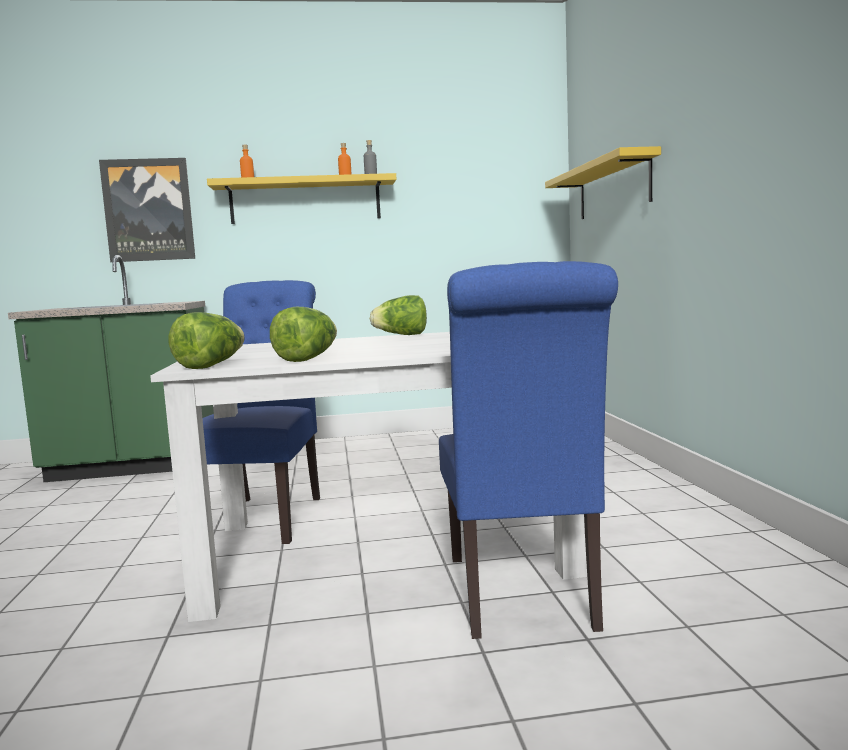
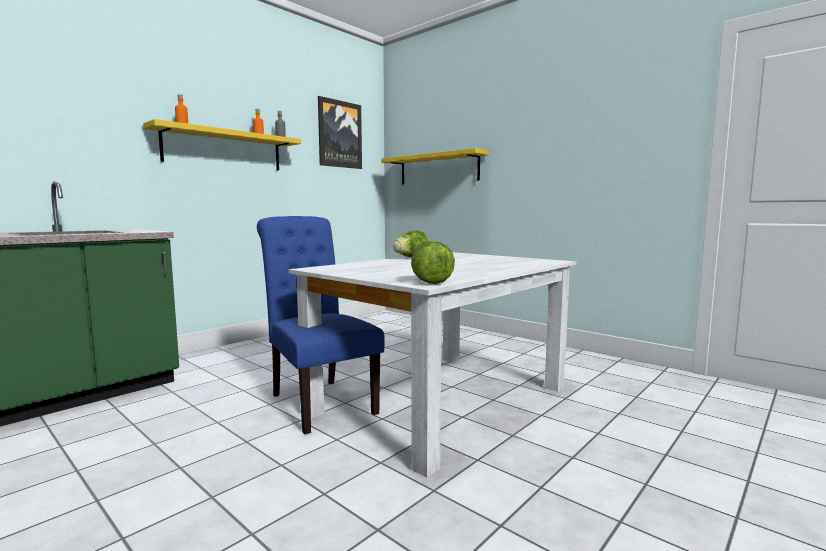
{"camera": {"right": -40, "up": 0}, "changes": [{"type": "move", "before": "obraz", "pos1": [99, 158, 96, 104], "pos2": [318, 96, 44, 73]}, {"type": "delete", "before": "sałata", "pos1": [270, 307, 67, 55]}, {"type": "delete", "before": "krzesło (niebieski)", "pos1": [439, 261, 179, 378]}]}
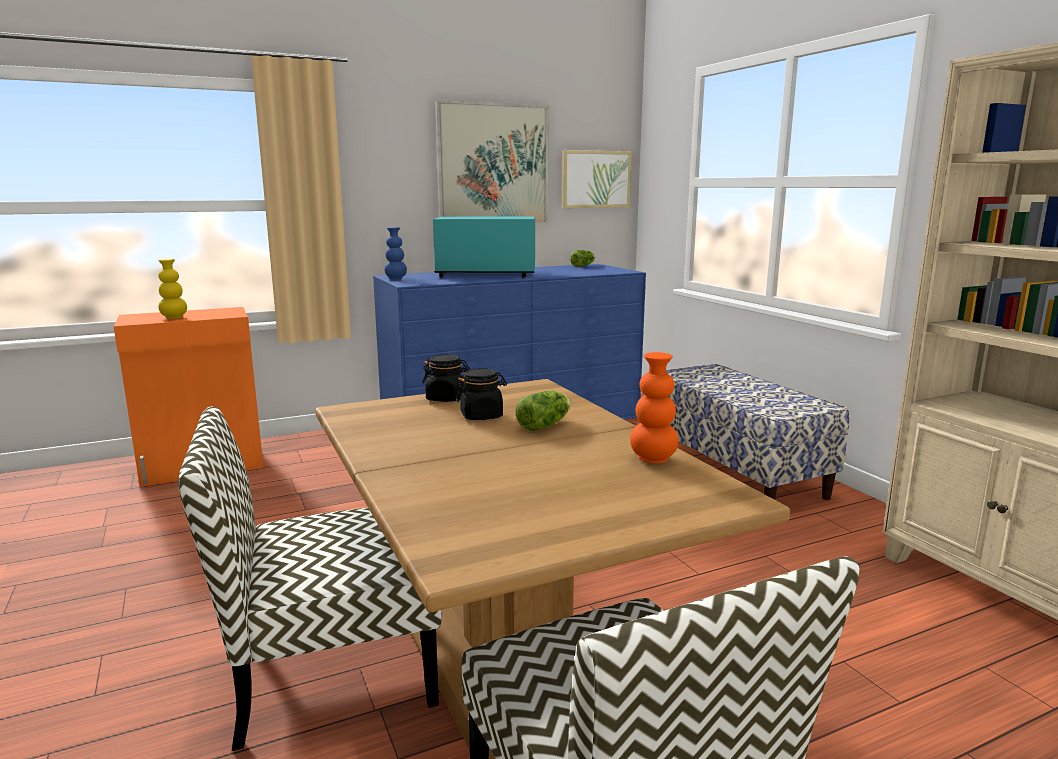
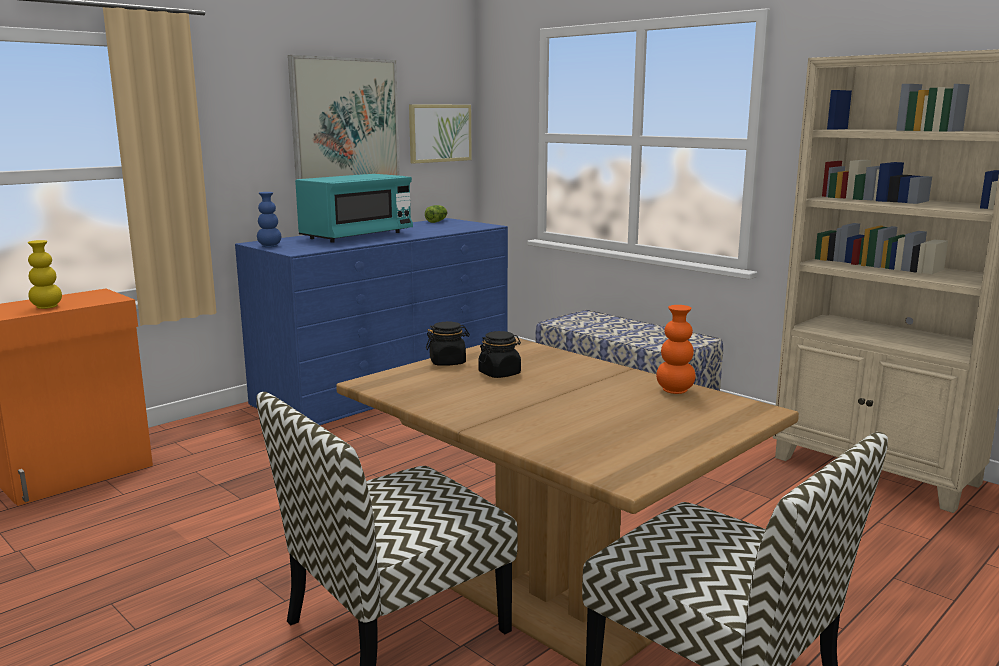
{"camera": {"right": -20, "up": 0}, "changes": [{"type": "rotate", "before": "mikrofalówka (turkusowy)", "pos1": [433, 217, 102, 60], "pos2": [295, 174, 118, 69], "turn": 150}, {"type": "delete", "before": "sałata", "pos1": [516, 391, 55, 40]}]}
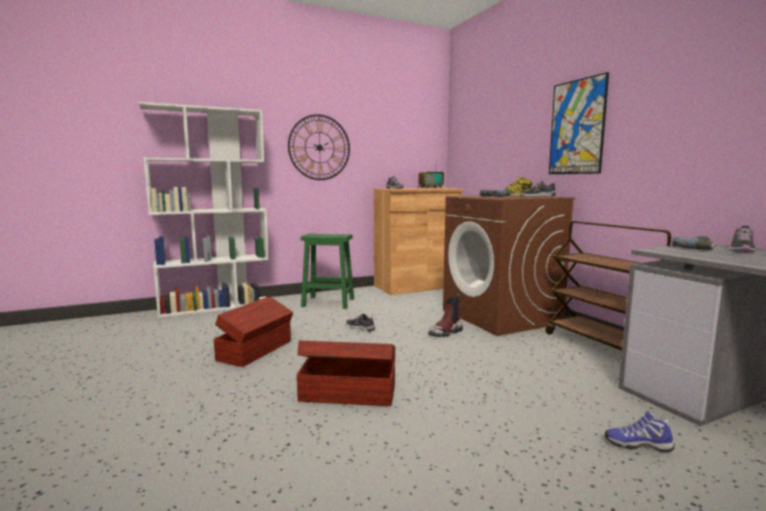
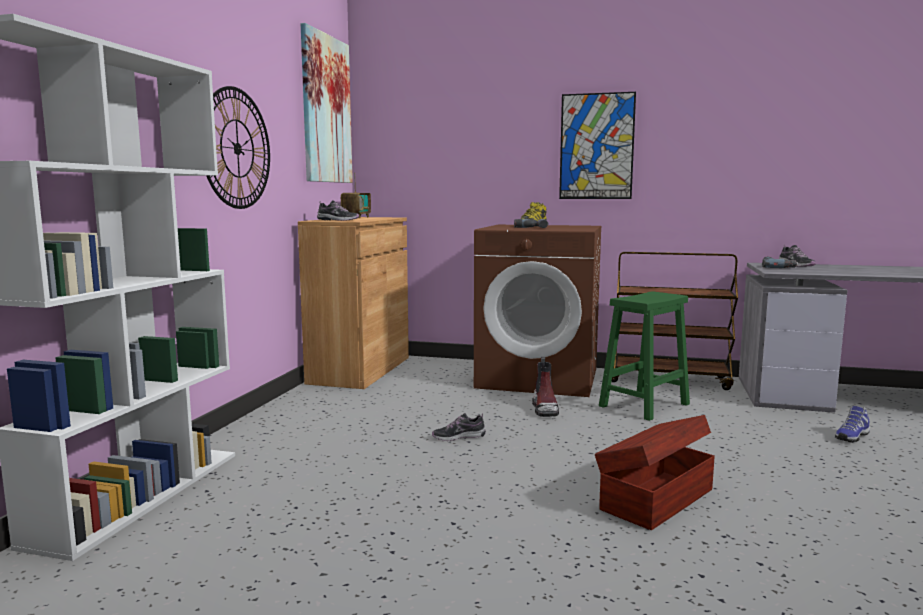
{"camera": {"right": -50, "up": 0}, "changes": [{"type": "delete", "before": "pojemnik do przechowywania (brązowy)", "pos1": [214, 296, 79, 71]}, {"type": "move", "before": "stołek (zielony)", "pos1": [301, 233, 53, 76], "pos2": [599, 291, 91, 130]}, {"type": "delete", "before": "but", "pos1": [519, 181, 37, 16]}, {"type": "insert", "after": "obraz", "pos2": [300, 23, 53, 160]}]}
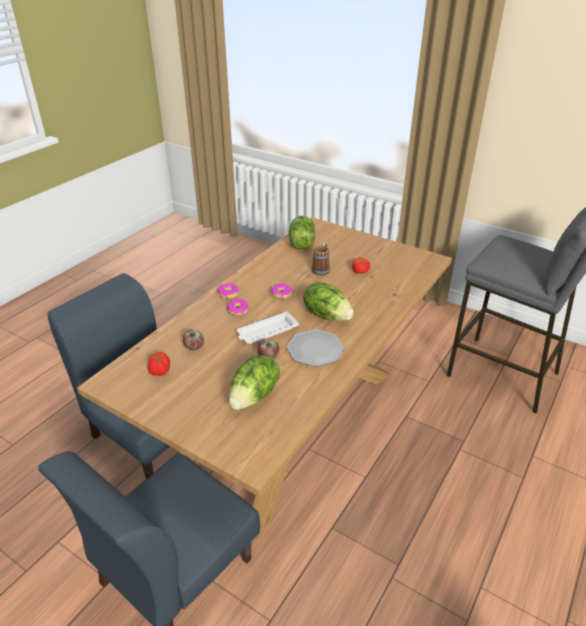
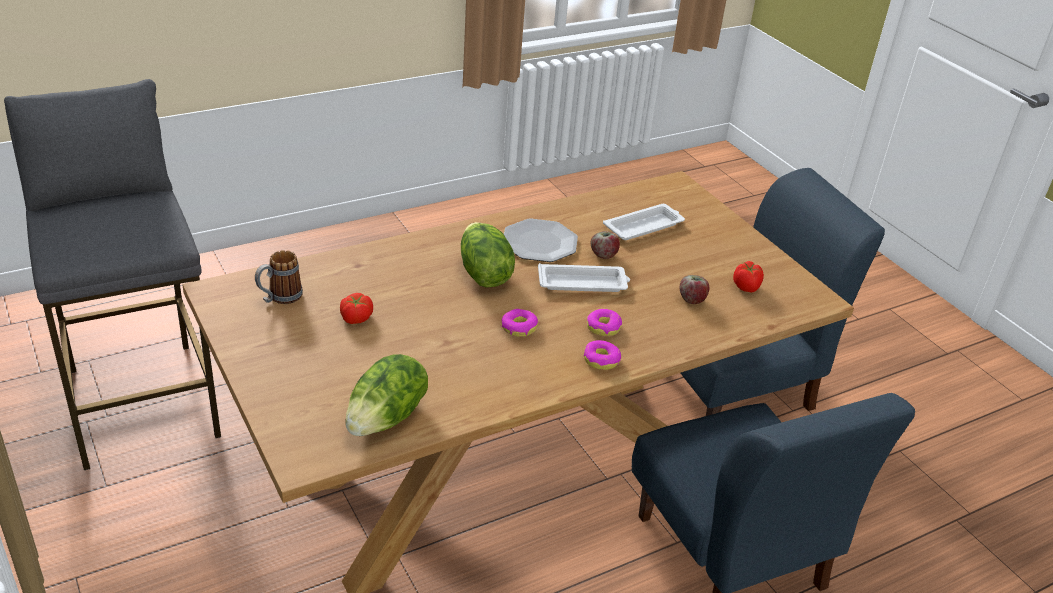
{"camera": {"right": -155, "up": 0}, "changes": [{"type": "replace", "before": "sałata", "after": "taca (biały)", "pos1": [229, 355, 51, 55], "pos2": [603, 204, 82, 36]}, {"type": "move", "before": "kubek", "pos1": [312, 243, 18, 33], "pos2": [255, 250, 48, 54]}]}
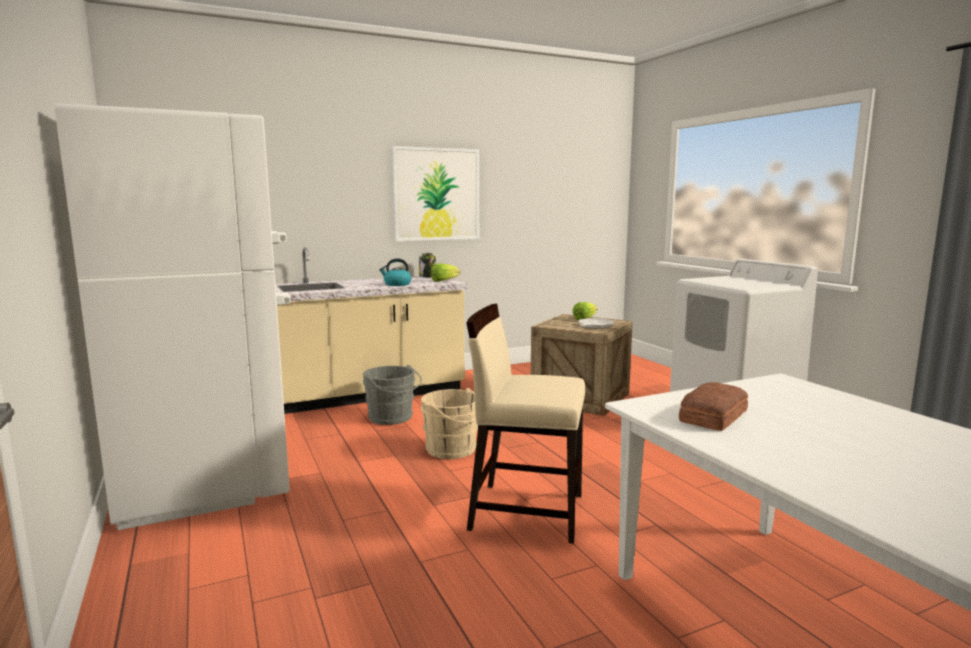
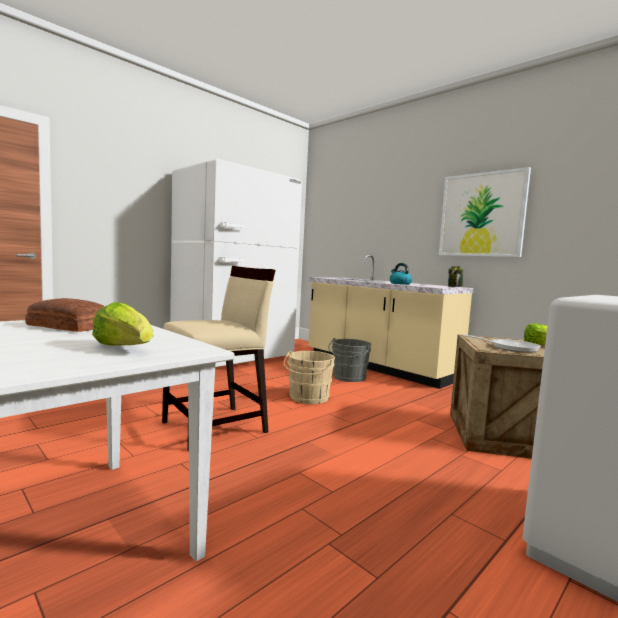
{"camera": {"right": 70, "up": -5}, "changes": [{"type": "move", "before": "sałata", "pos1": [431, 263, 29, 19], "pos2": [92, 302, 61, 44]}, {"type": "rotate", "before": "krzesło (beżowy)", "pos1": [466, 304, 119, 240], "pos2": [162, 266, 113, 185], "turn": 60}]}
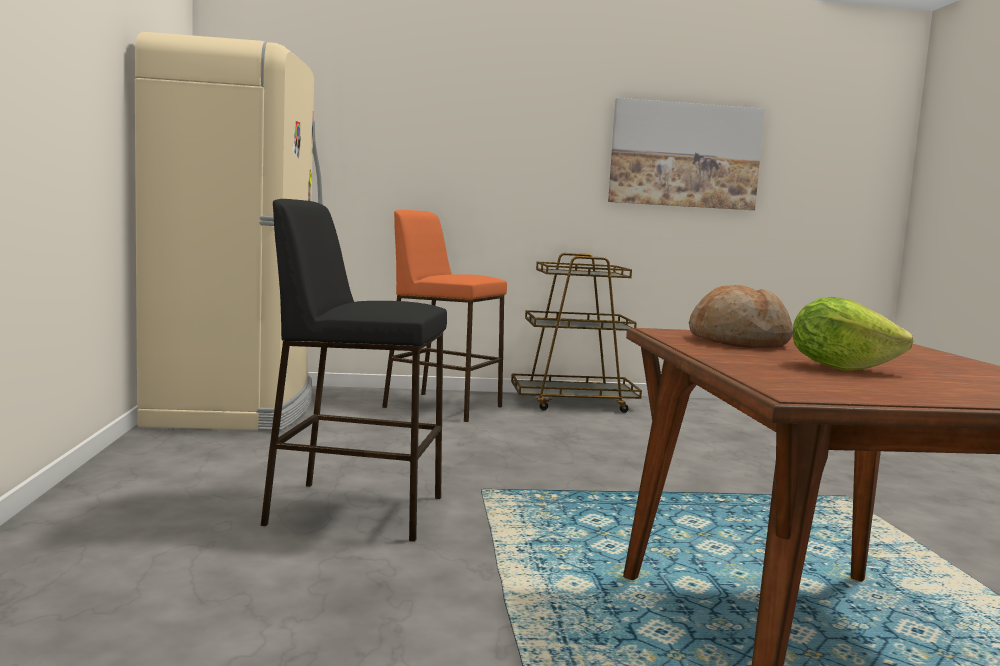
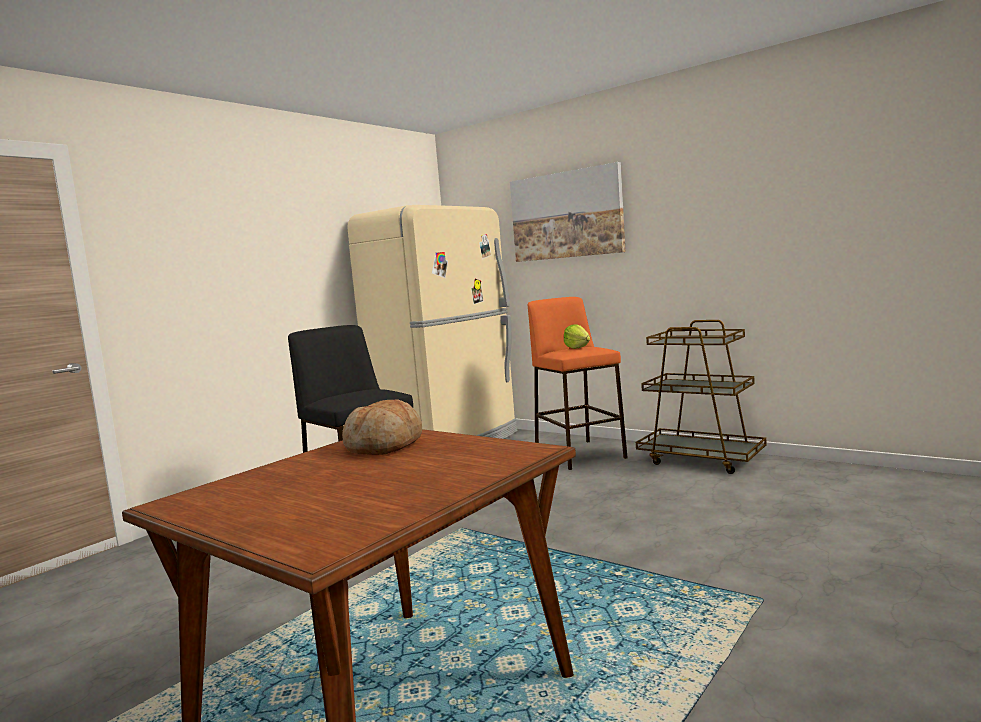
{"camera": {"right": 45, "up": 0}, "changes": [{"type": "move", "before": "obraz", "pos1": [608, 98, 157, 112], "pos2": [510, 162, 116, 100]}, {"type": "move", "before": "sałata", "pos1": [793, 297, 121, 74], "pos2": [564, 325, 26, 24]}]}
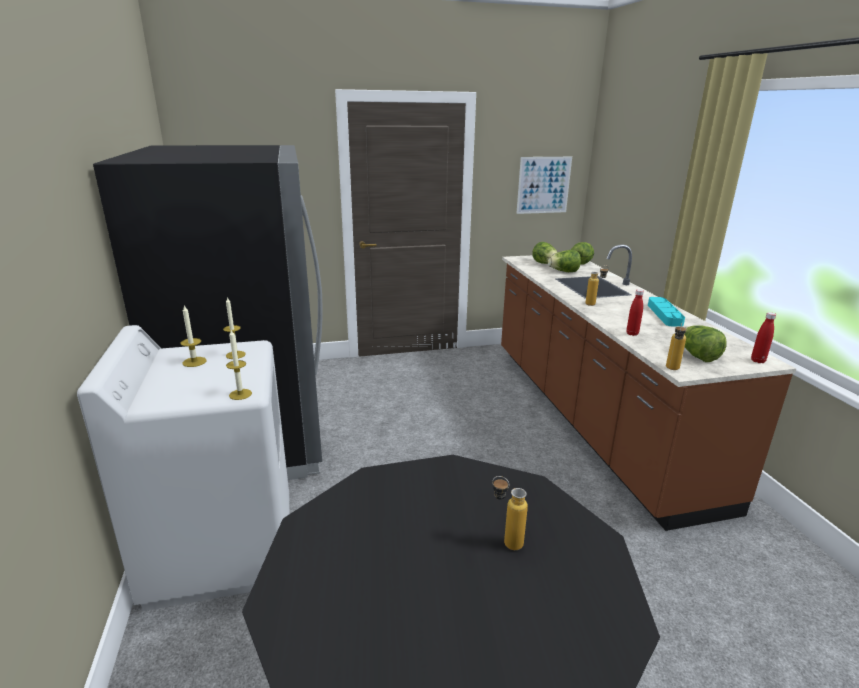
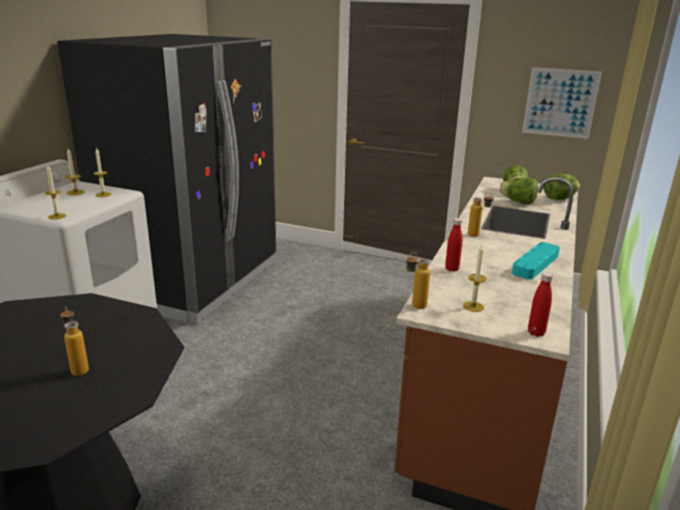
{"camera": {"right": 35, "up": 0}, "changes": [{"type": "replace", "before": "sałata", "after": "świeca", "pos1": [685, 325, 42, 37], "pos2": [463, 245, 24, 67]}]}
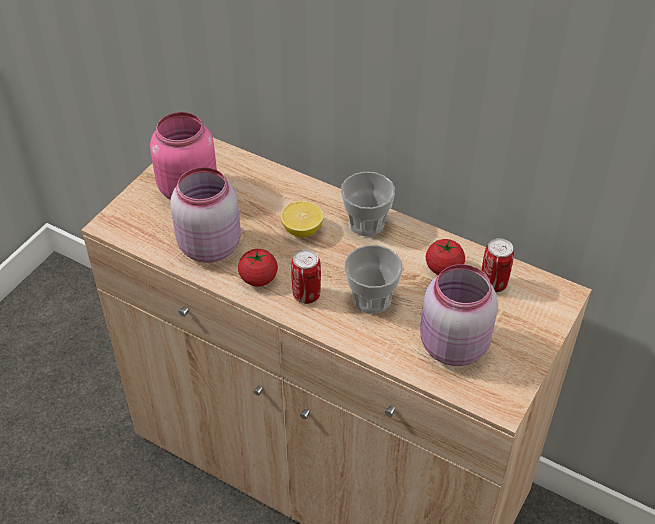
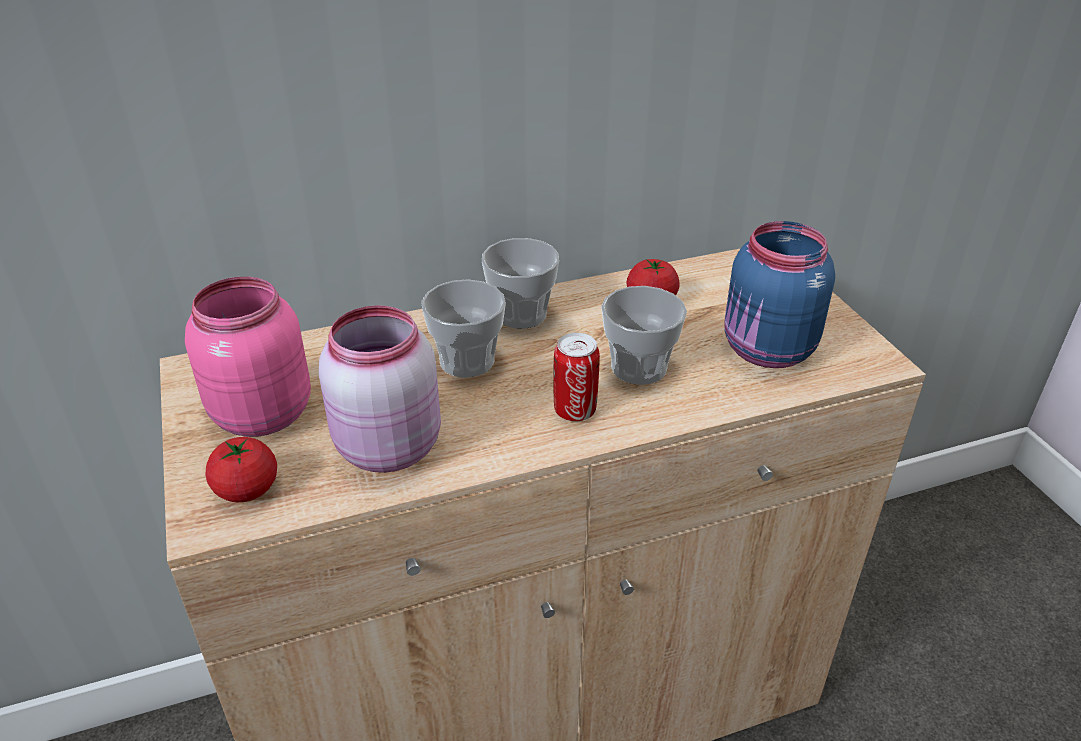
{"camera": {"right": -50, "up": -10}, "changes": [{"type": "move", "before": "pomidor", "pos1": [238, 249, 40, 38], "pos2": [205, 437, 72, 65]}, {"type": "replace", "before": "cytryna", "after": "filiżanka", "pos1": [280, 201, 44, 36], "pos2": [421, 279, 85, 99]}, {"type": "recolor", "before": "słoik (różowy)", "after": "słoik (niebieski)", "pos1": [420, 264, 78, 102], "pos2": [724, 221, 111, 147]}, {"type": "delete", "before": "puszka", "pos1": [481, 238, 33, 54]}]}
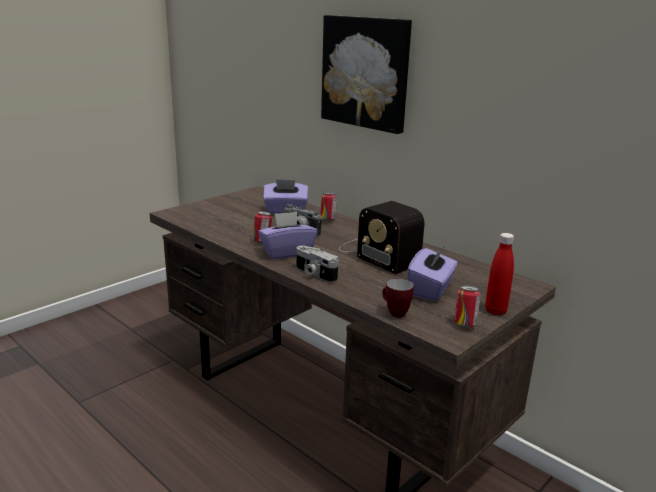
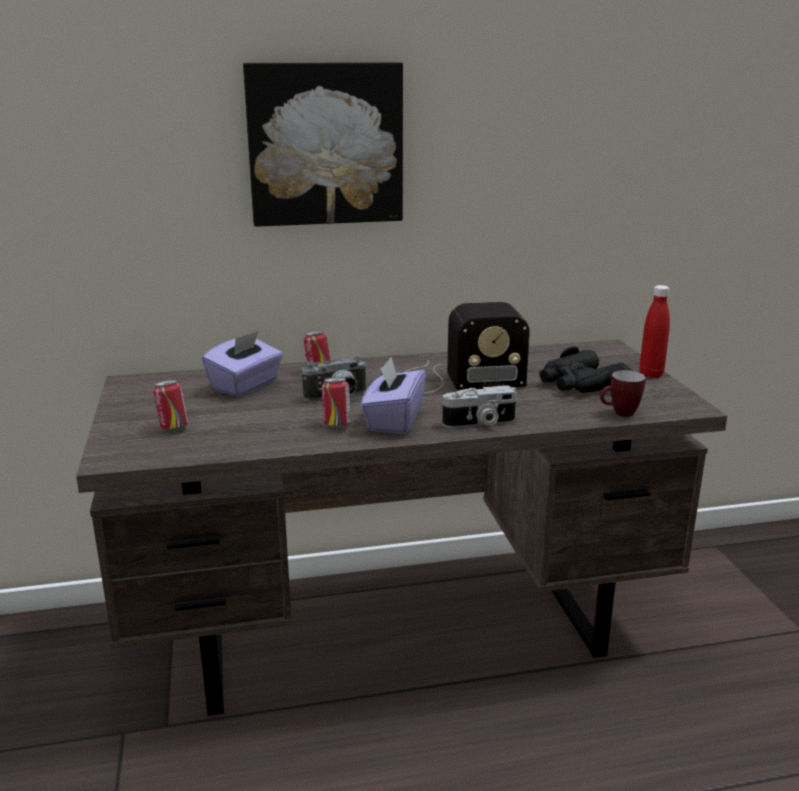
{"camera": {"right": -55, "up": 0}, "changes": [{"type": "replace", "before": "pudełko chusteczek (fioletowy)", "after": "lornetka (czarny)", "pos1": [407, 246, 51, 55], "pos2": [539, 346, 94, 47]}, {"type": "move", "before": "puszka", "pos1": [454, 285, 27, 43], "pos2": [153, 379, 35, 52]}]}
